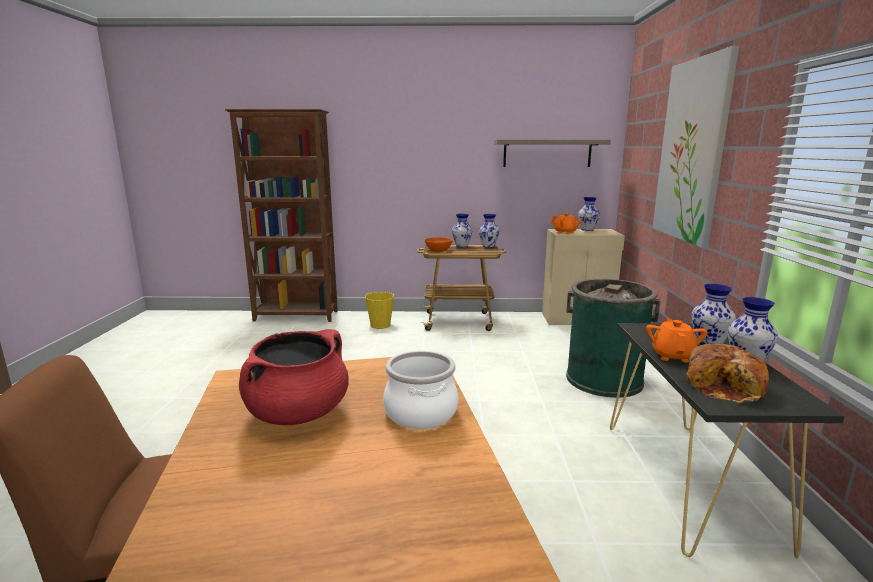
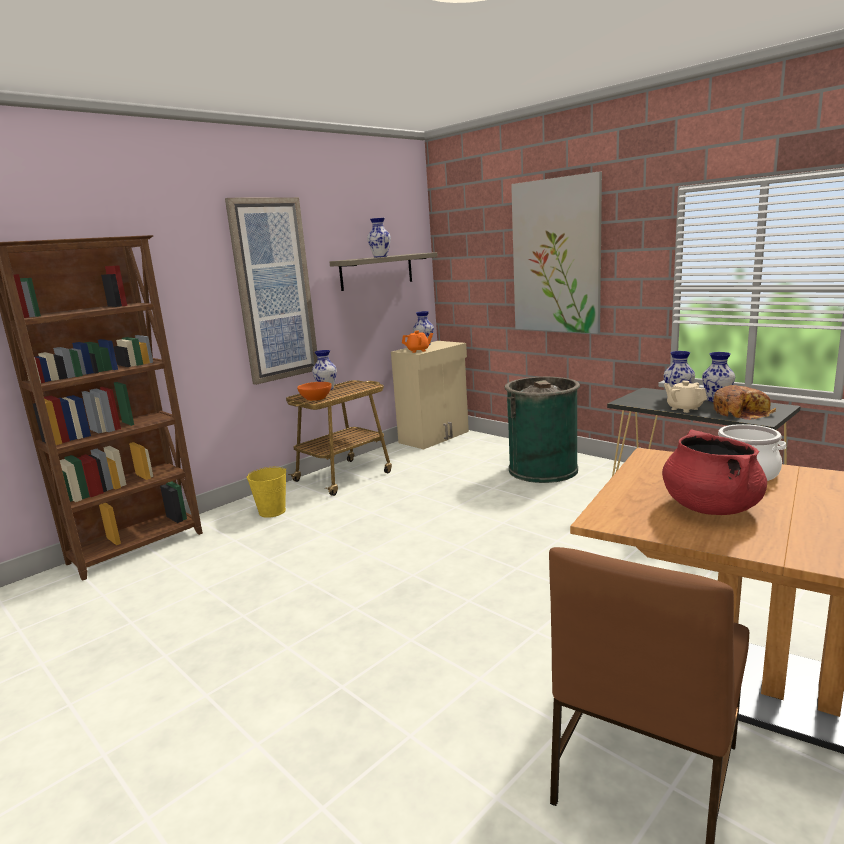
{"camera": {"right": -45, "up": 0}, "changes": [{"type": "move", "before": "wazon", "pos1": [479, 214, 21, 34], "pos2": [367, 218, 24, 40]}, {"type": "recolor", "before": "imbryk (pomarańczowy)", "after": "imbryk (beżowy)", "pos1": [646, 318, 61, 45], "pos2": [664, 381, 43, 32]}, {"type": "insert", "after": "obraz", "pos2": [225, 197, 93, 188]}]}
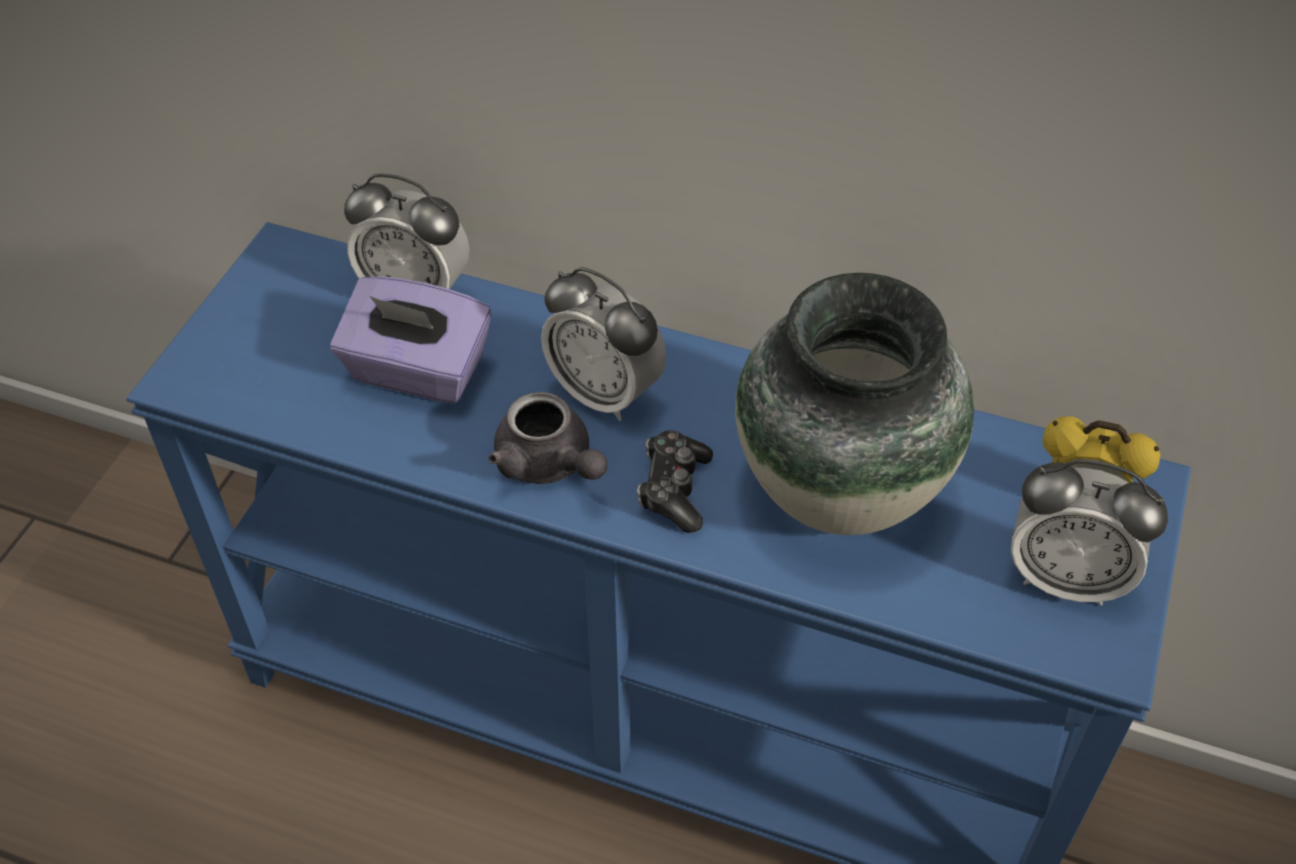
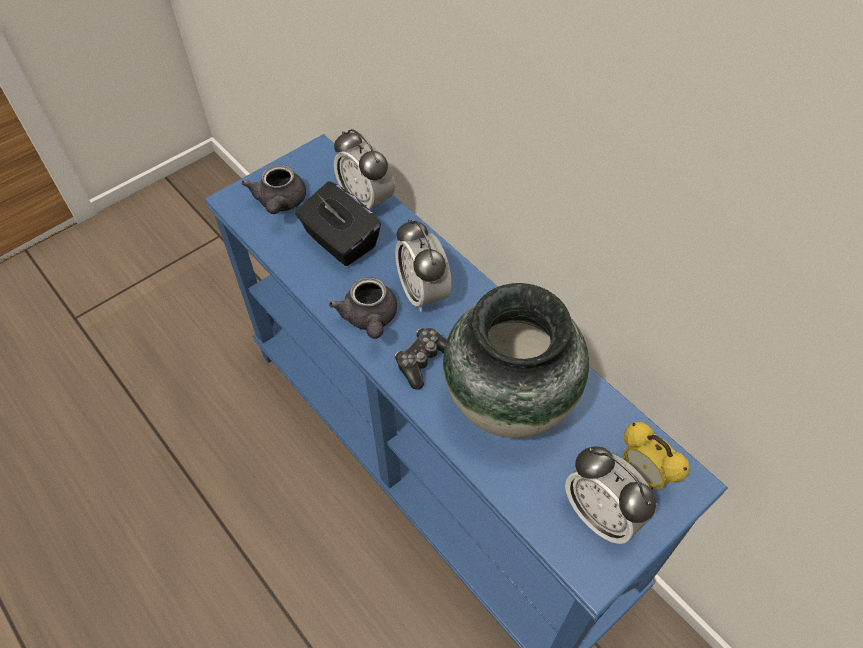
{"camera": {"right": 30, "up": 5}, "changes": [{"type": "recolor", "before": "pudełko chusteczek (fioletowy)", "after": "pudełko chusteczek (czarny)", "pos1": [330, 276, 161, 127], "pos2": [295, 182, 86, 84]}, {"type": "insert", "after": "imbryk (szary)", "pos2": [241, 165, 65, 49]}]}
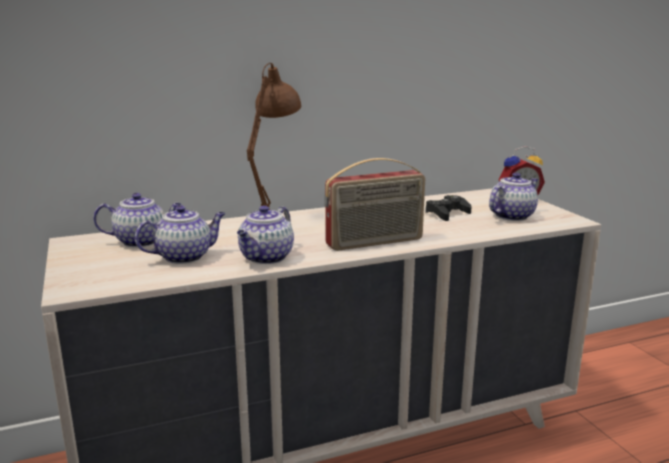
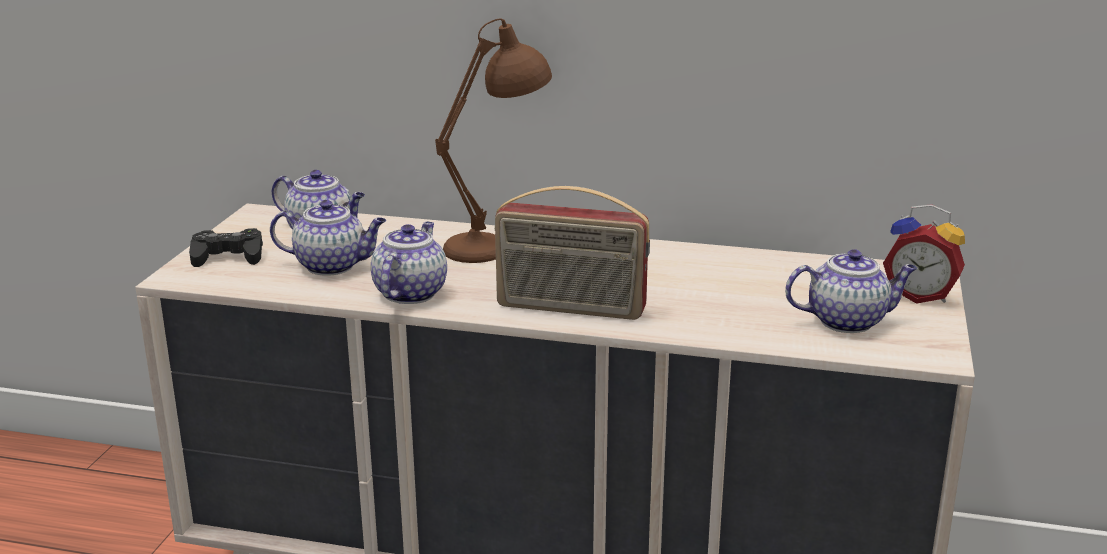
{"camera": {"right": 35, "up": 5}, "changes": [{"type": "rotate", "before": "imbryk", "pos1": [237, 205, 57, 59], "pos2": [371, 222, 76, 82], "turn": 135}, {"type": "move", "before": "pad do gier (czarny)", "pos1": [425, 195, 47, 26], "pos2": [189, 228, 74, 39]}]}
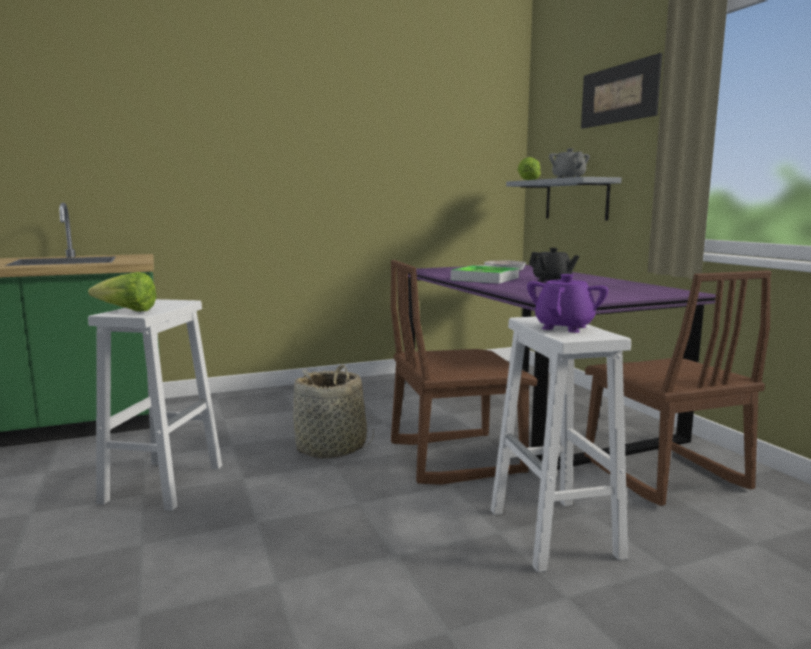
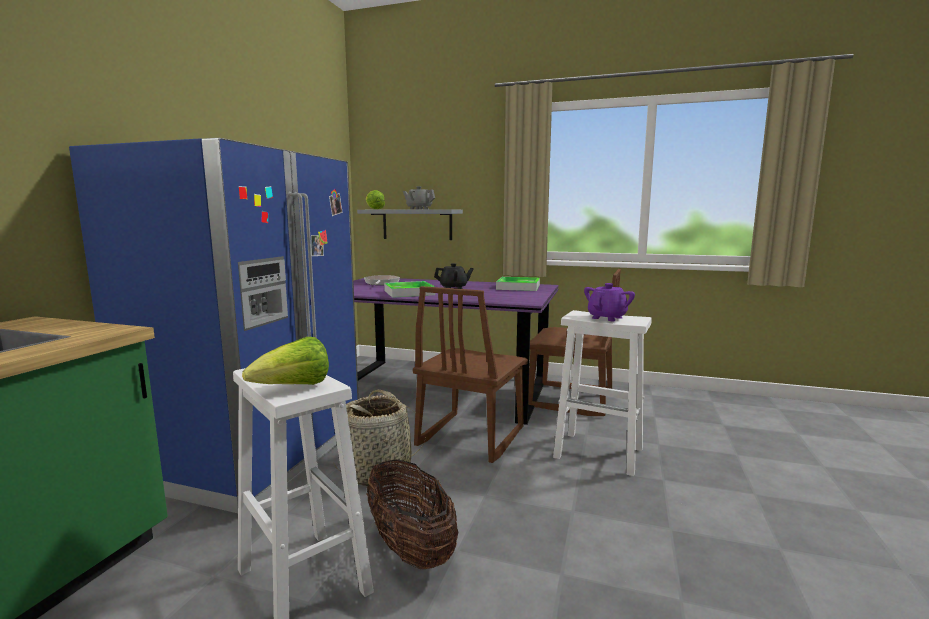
{"camera": {"right": -50, "up": 0}, "changes": [{"type": "rotate", "before": "imbryk (fioletowy)", "pos1": [527, 274, 81, 59], "pos2": [584, 283, 51, 38], "turn": 60}, {"type": "delete", "before": "obraz", "pos1": [581, 53, 82, 76]}, {"type": "insert", "after": "lodówka (niebieski)", "pos2": [69, 138, 290, 375]}, {"type": "insert", "after": "koszyk", "pos2": [367, 459, 91, 111]}, {"type": "insert", "after": "taca", "pos2": [496, 277, 44, 14]}]}
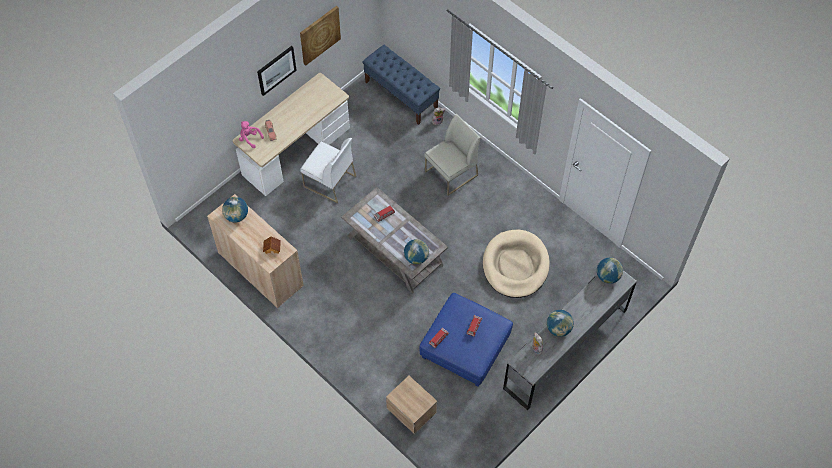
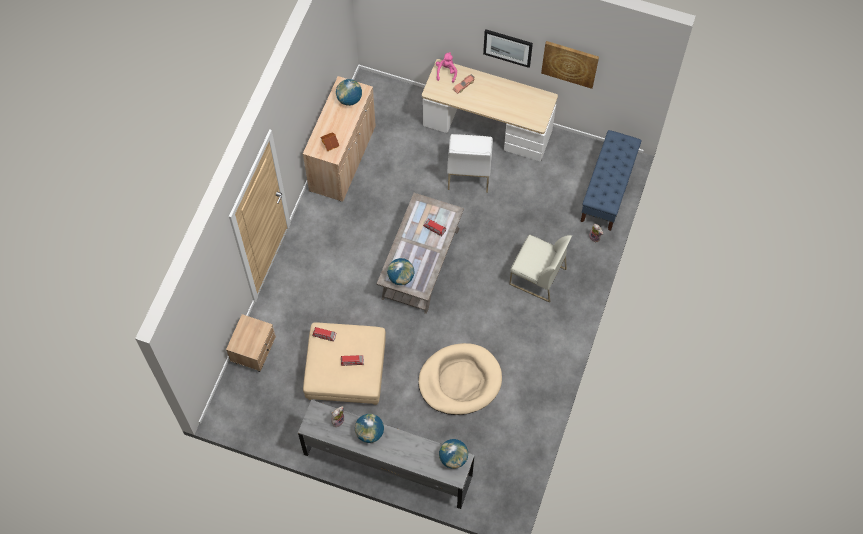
{"camera": {"right": 65, "up": 5}, "changes": [{"type": "recolor", "before": "pufa (niebieski)", "after": "pufa (beżowy)", "pos1": [419, 293, 94, 94], "pos2": [303, 323, 83, 82]}]}
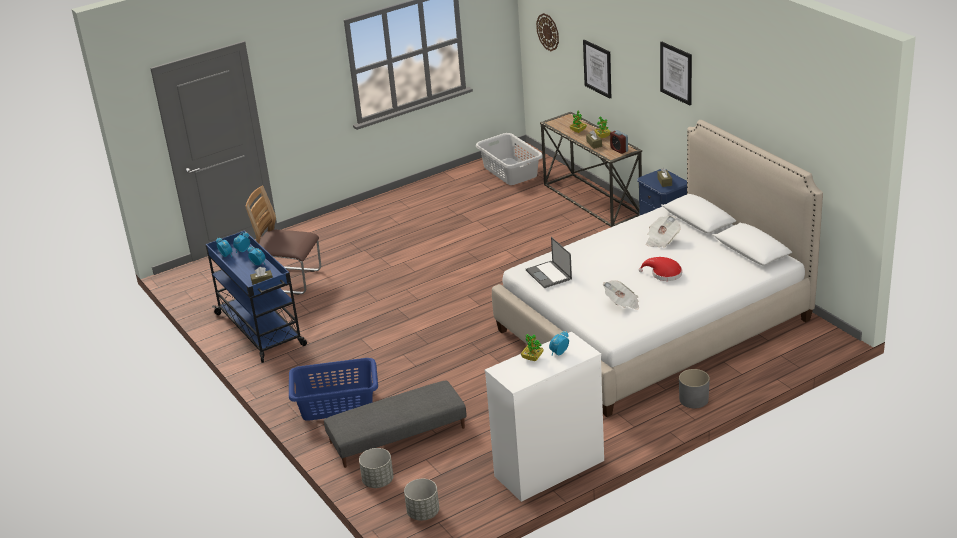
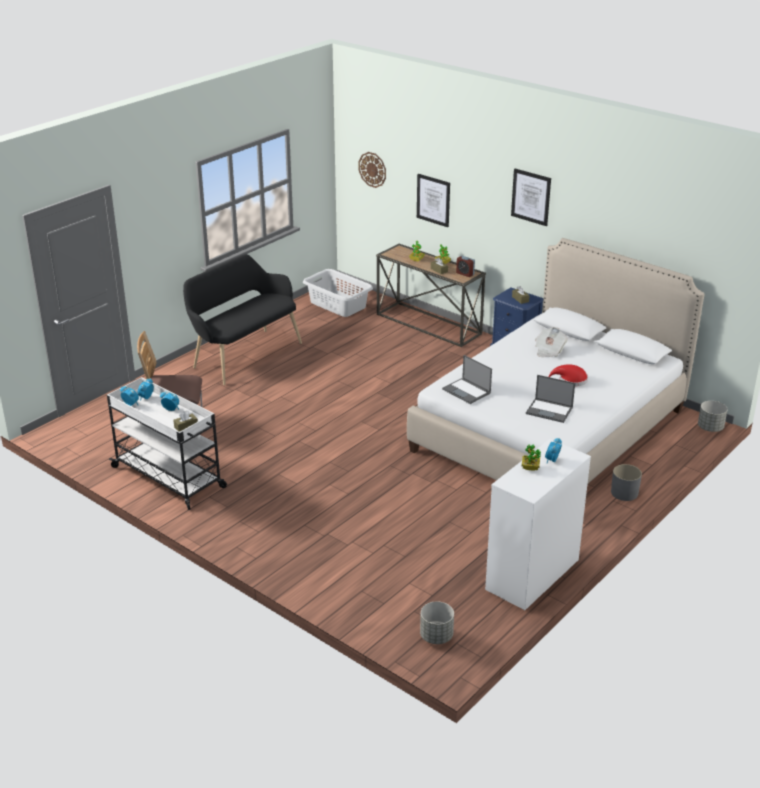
{"camera": {"right": -20, "up": 0}, "changes": [{"type": "recolor", "before": "wózek (niebieski)", "after": "wózek (biały)", "pos1": [206, 230, 101, 133], "pos2": [107, 377, 120, 133]}, {"type": "delete", "before": "kosz na pranie (niebieski)", "pos1": [289, 358, 89, 63]}, {"type": "delete", "before": "pufa (szary)", "pos1": [324, 381, 143, 87]}, {"type": "move", "before": "donica (szary)", "pos1": [359, 448, 35, 40], "pos2": [698, 401, 30, 31]}, {"type": "replace", "before": "gazeta", "after": "laptop", "pos1": [603, 280, 36, 30], "pos2": [526, 375, 49, 48]}, {"type": "insert", "after": "ławka (czarny)", "pos2": [183, 254, 119, 131]}]}
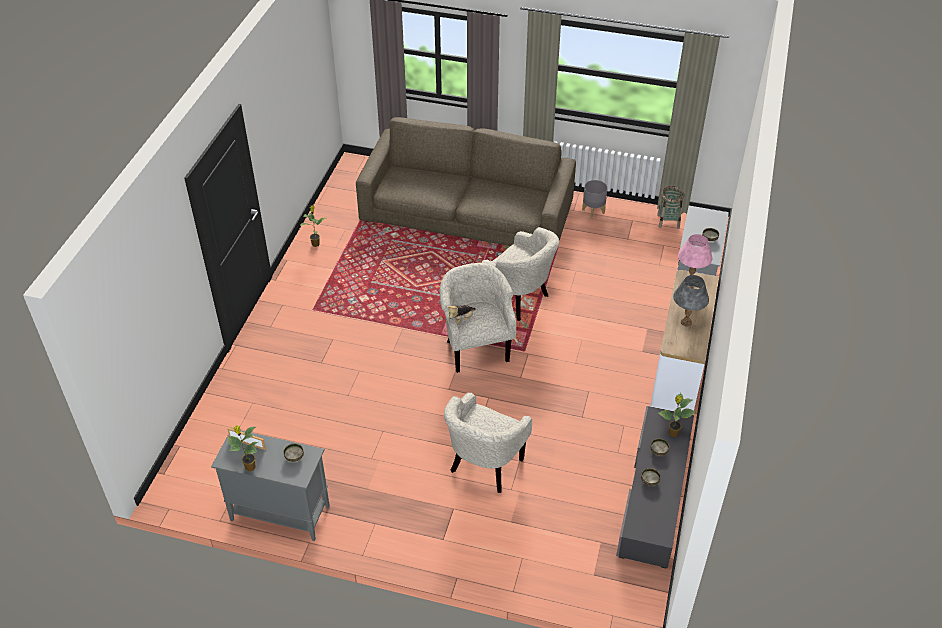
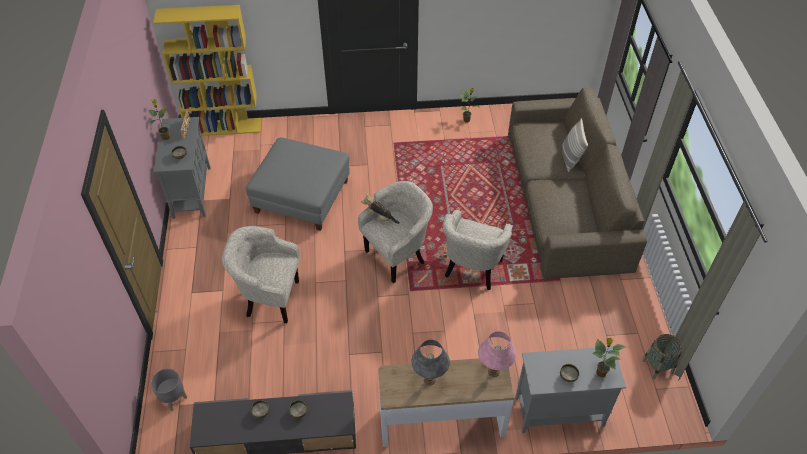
{"camera": {"right": 70, "up": 5}, "changes": [{"type": "move", "before": "donica (szary)", "pos1": [582, 180, 26, 39], "pos2": [151, 368, 36, 43]}, {"type": "move", "before": "roślina doniczkowa", "pos1": [658, 393, 38, 44], "pos2": [592, 338, 34, 39]}, {"type": "insert", "after": "regał (żółty)", "pos2": [153, 5, 108, 131]}, {"type": "insert", "after": "pufa (szary)", "pos2": [246, 138, 104, 93]}, {"type": "insert", "after": "poduszka", "pos2": [562, 118, 26, 54]}]}
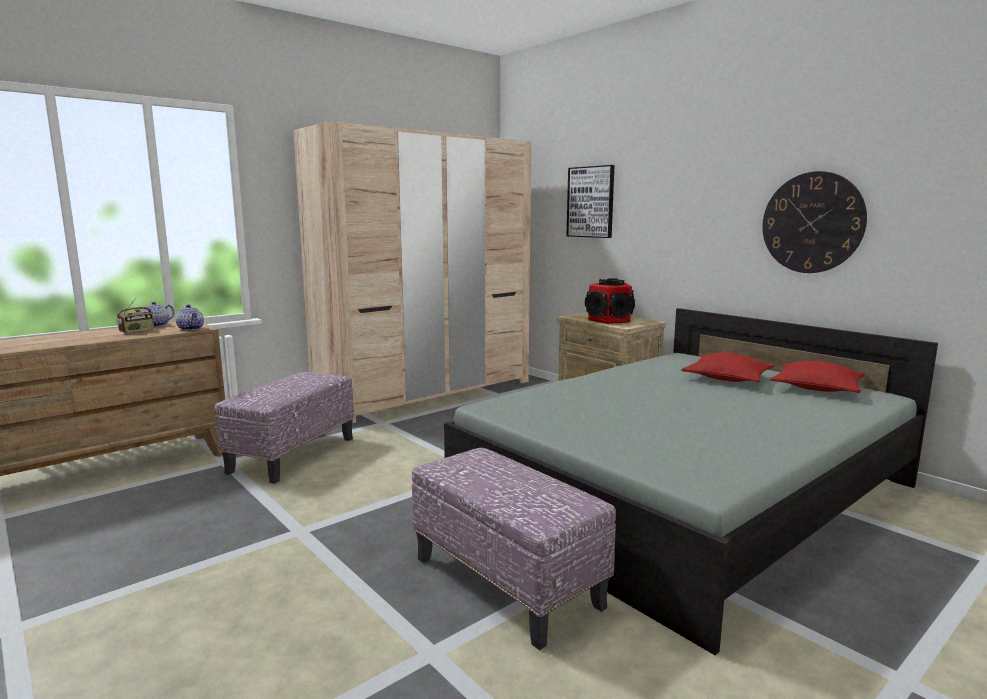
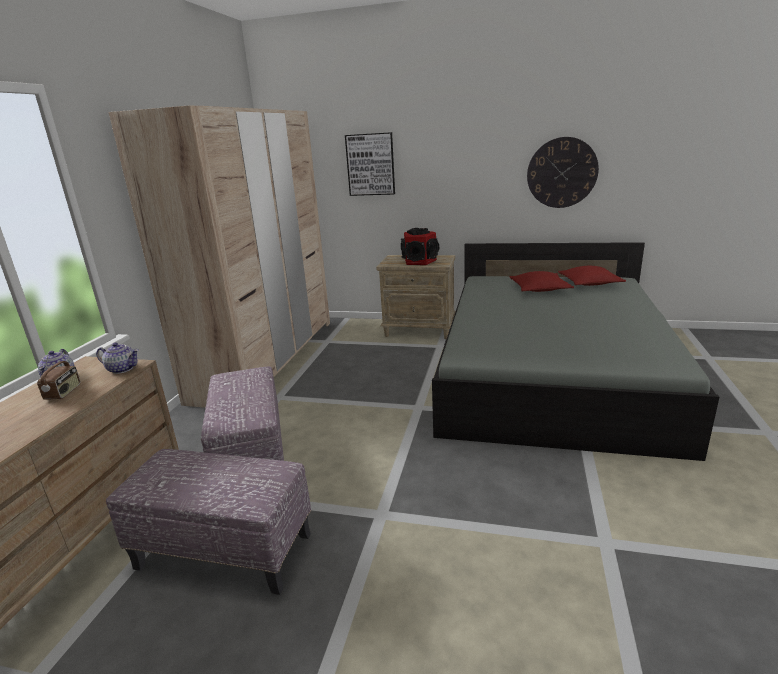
{"camera": {"right": -35, "up": 10}, "changes": [{"type": "move", "before": "pufa", "pos1": [412, 448, 204, 202], "pos2": [106, 449, 205, 146]}]}
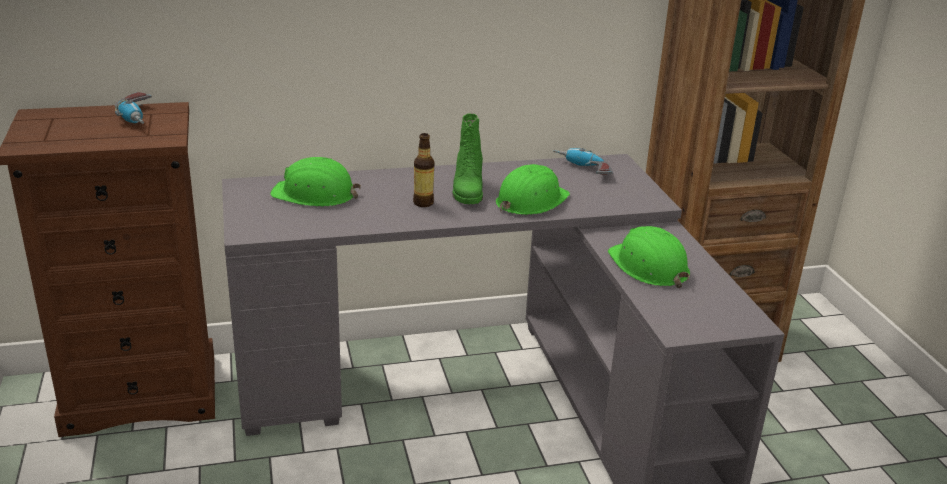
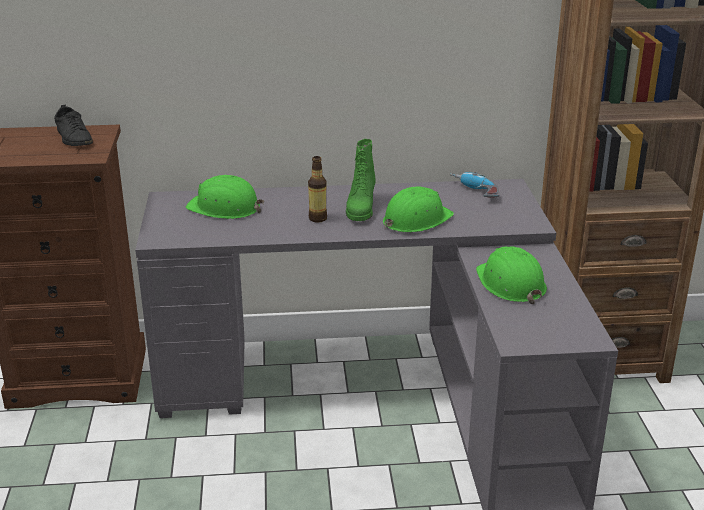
{"camera": {"right": 10, "up": 0}, "changes": [{"type": "replace", "before": "wiertarka", "after": "but (czarny)", "pos1": [115, 92, 37, 32], "pos2": [54, 105, 39, 41]}]}
